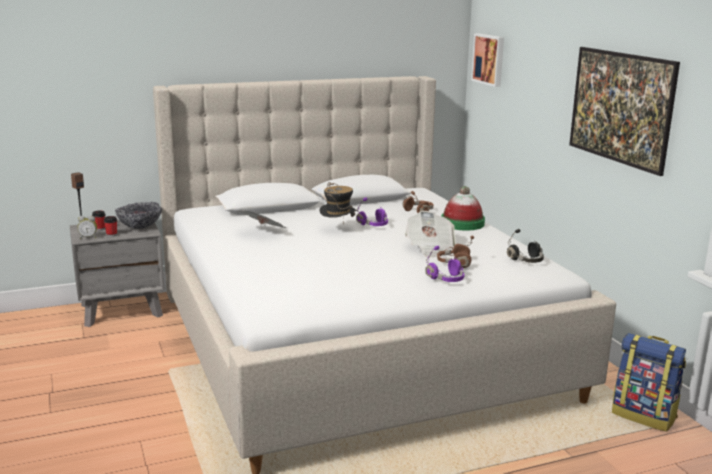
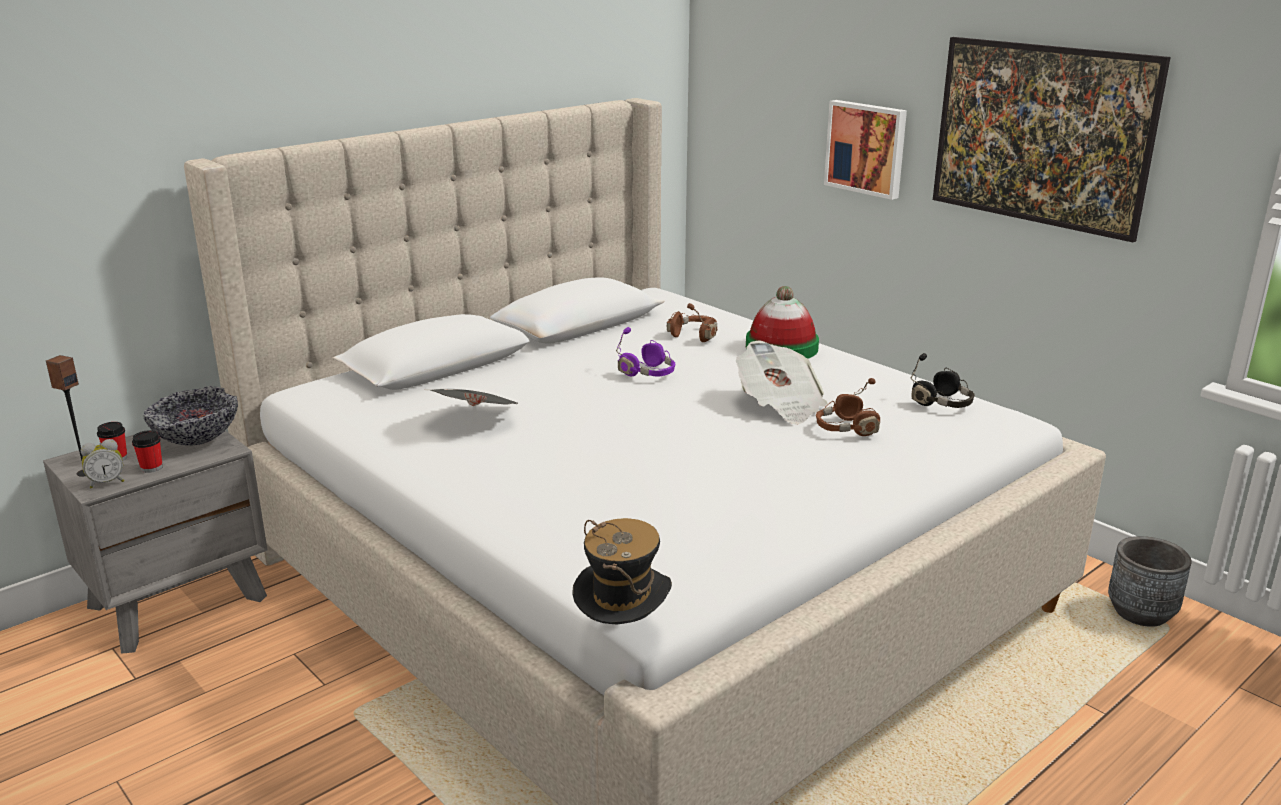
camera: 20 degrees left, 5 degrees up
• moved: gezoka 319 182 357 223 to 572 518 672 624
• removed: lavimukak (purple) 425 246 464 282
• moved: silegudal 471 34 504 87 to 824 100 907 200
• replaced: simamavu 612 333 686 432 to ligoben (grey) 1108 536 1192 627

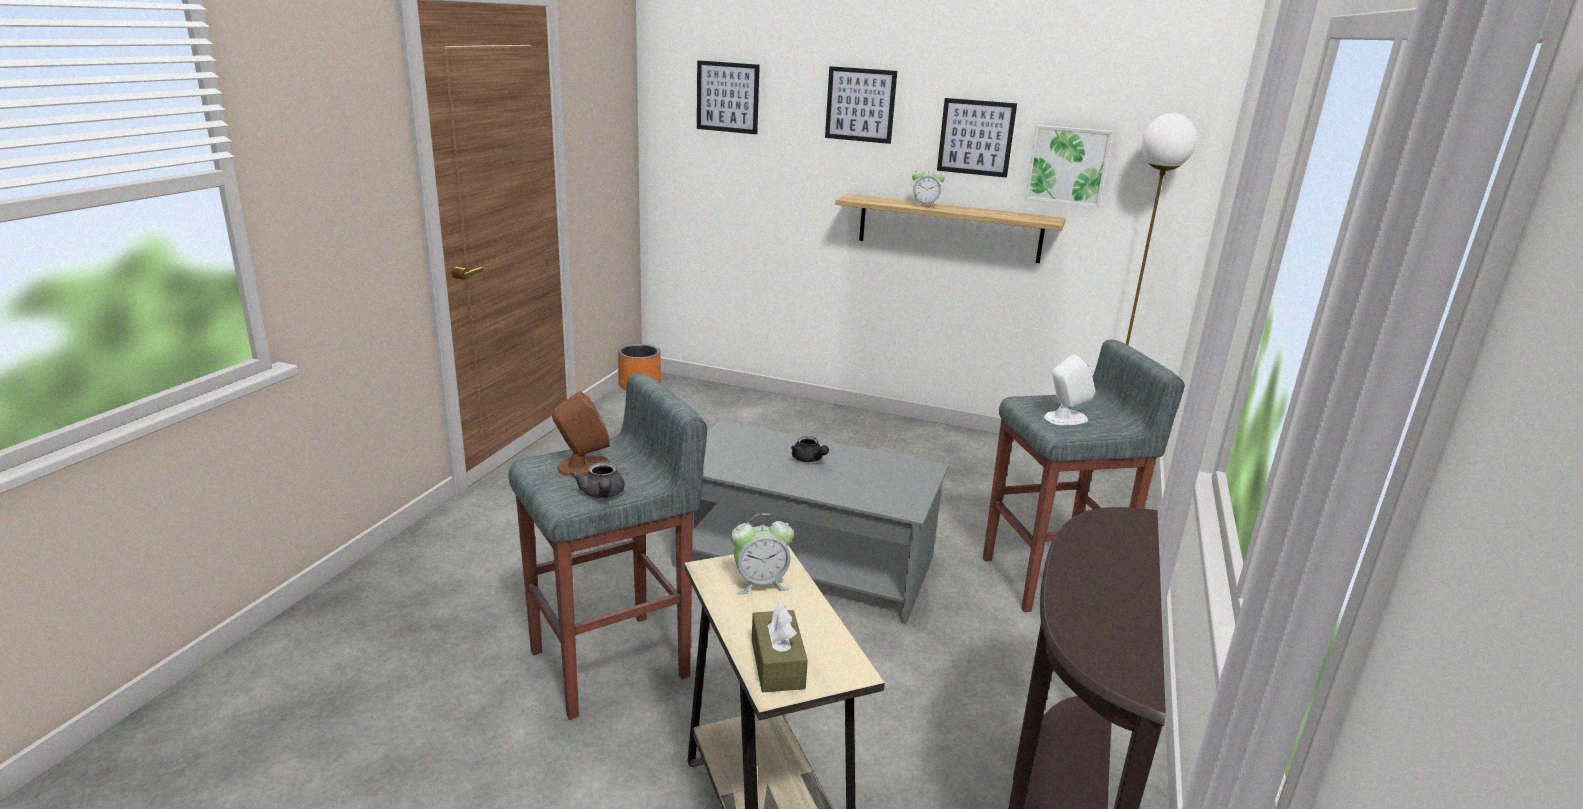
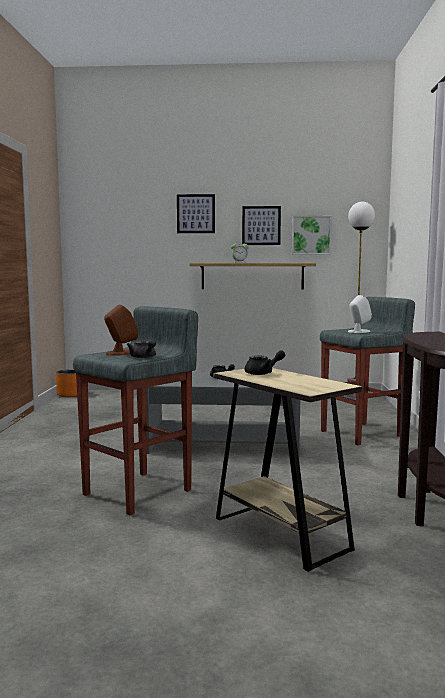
camera: 15 degrees left, 15 degrees down
• removed: silegudal 697 60 760 134
• replaced: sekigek 731 514 794 594 to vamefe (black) 245 350 285 375
• removed: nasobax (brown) 752 602 808 692

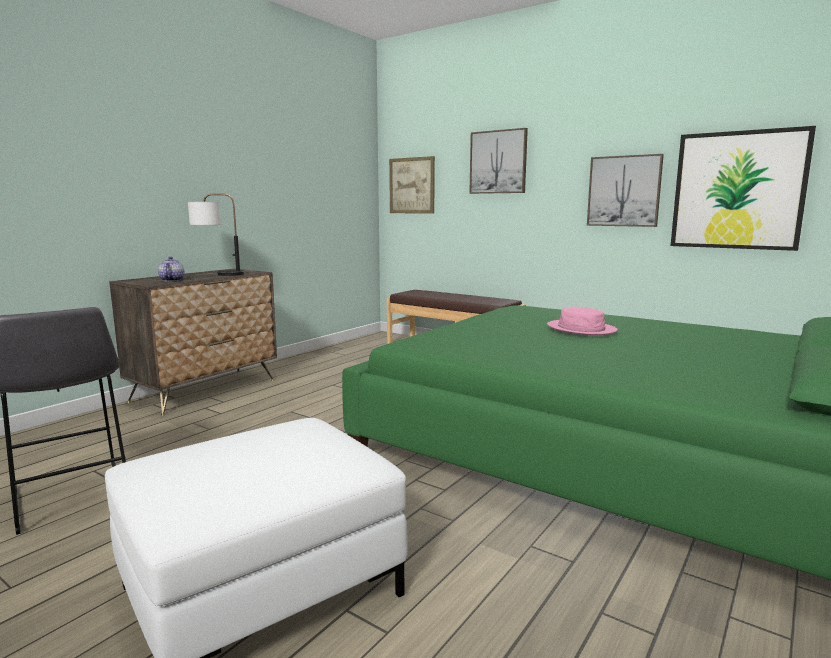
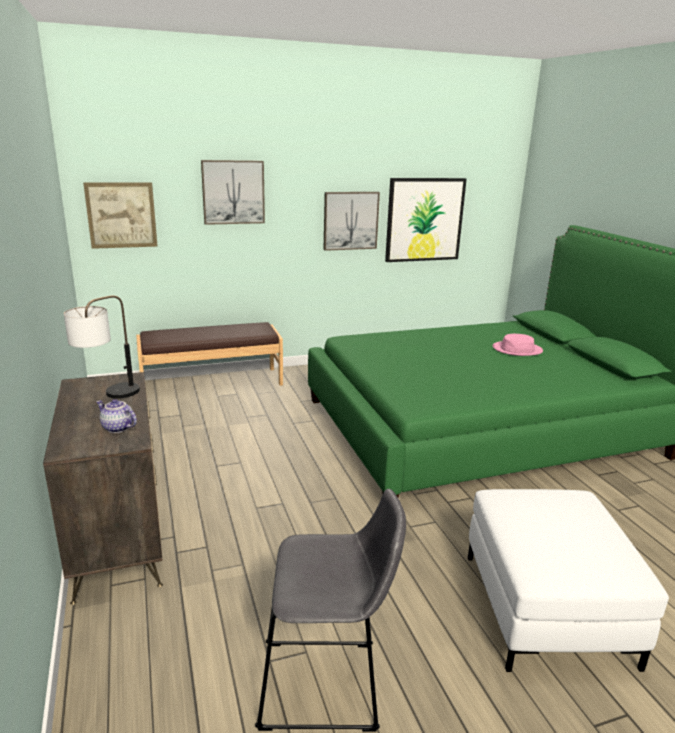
camera: 55 degrees left, 10 degrees up
• moved: gezoka (pink) 547 307 618 335 to 493 334 543 356

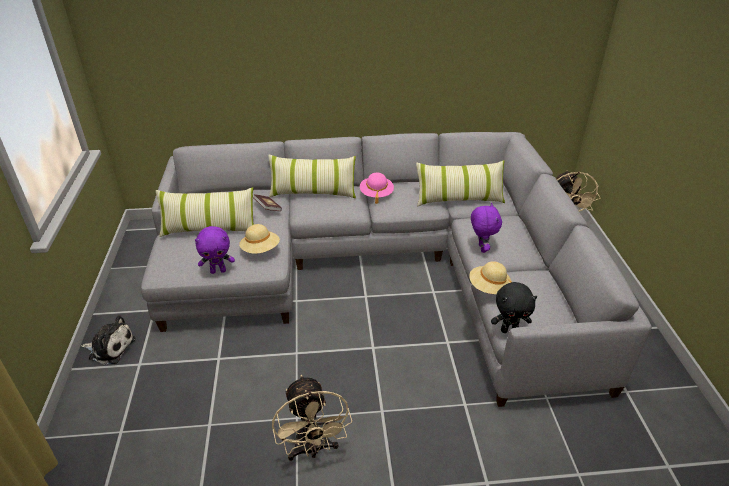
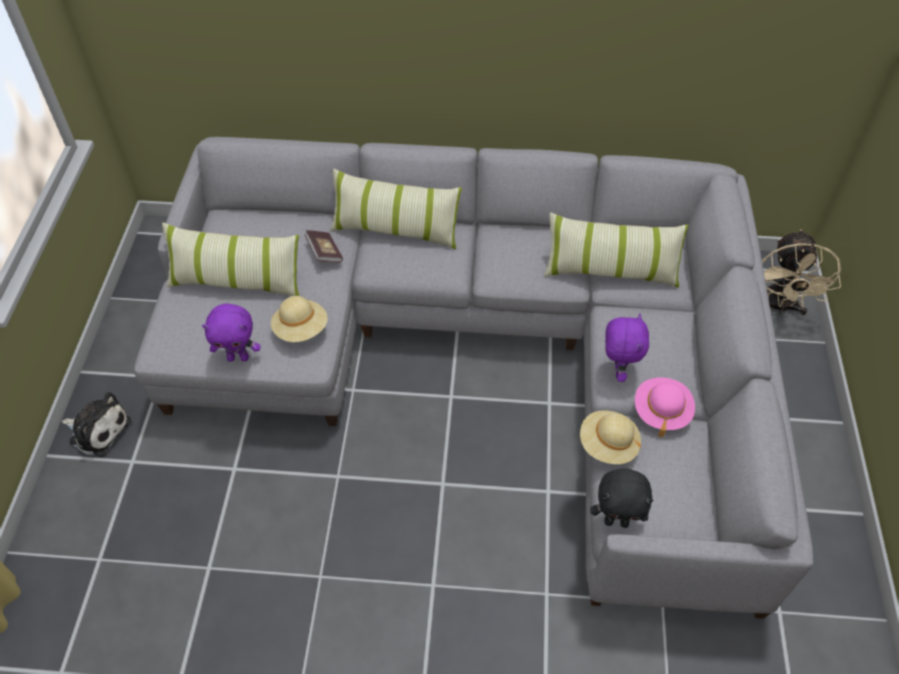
camera: 10 degrees right, 15 degrees up
• removed: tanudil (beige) 272 375 352 461
• moved: gezoka (pink) 360 173 394 204 to 635 378 695 437

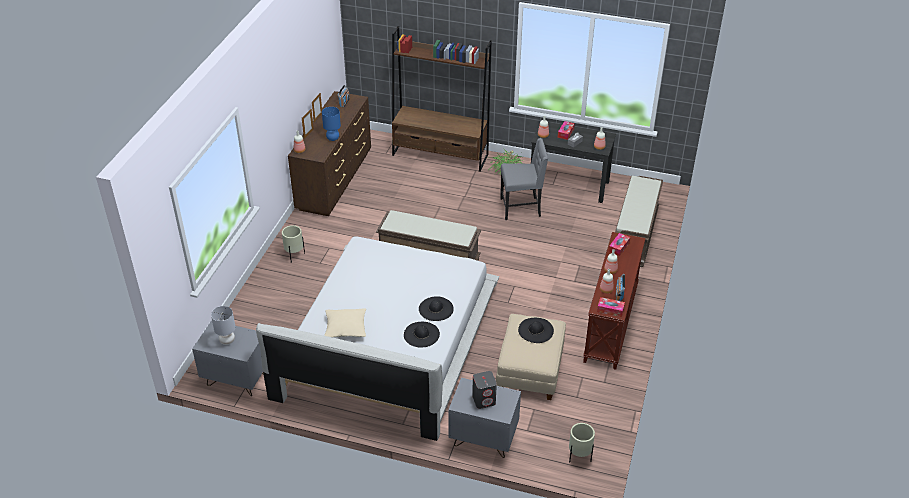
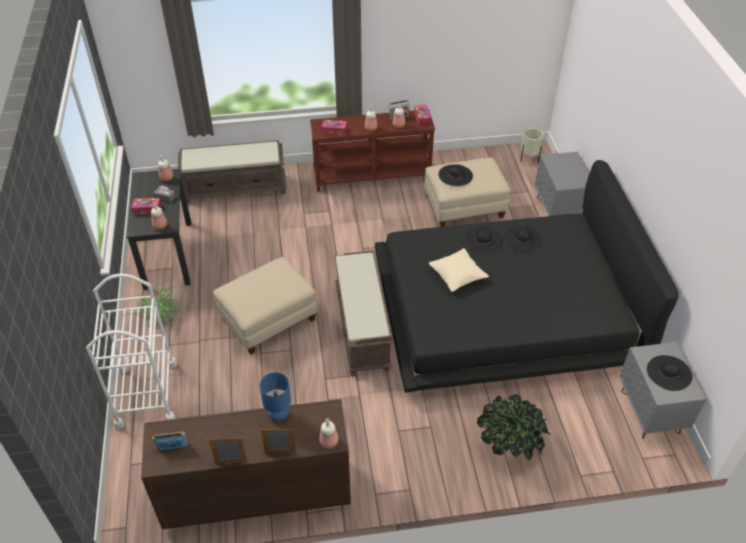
camera: 115 degrees left, 5 degrees up
• replaced: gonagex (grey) 211 306 236 345 to gezoka (black) 647 355 692 391
• recoloured: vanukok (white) 256 236 499 441 to vanukok (black) 375 160 679 393
• removed: ligoben (beige) 282 225 305 263
• moved: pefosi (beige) 324 308 366 337 to 429 248 489 292
• replaced: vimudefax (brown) 392 26 492 172 to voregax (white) 86 274 177 429
• removed: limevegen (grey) 472 371 497 409
• removed: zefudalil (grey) 500 138 548 220
• added: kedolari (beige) 213 257 317 354
• added: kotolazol 477 394 550 460

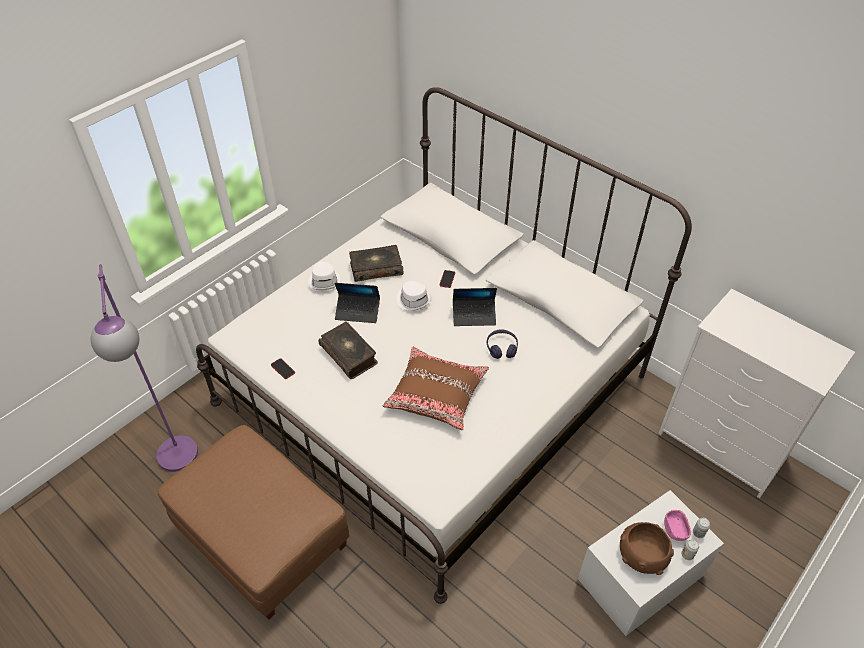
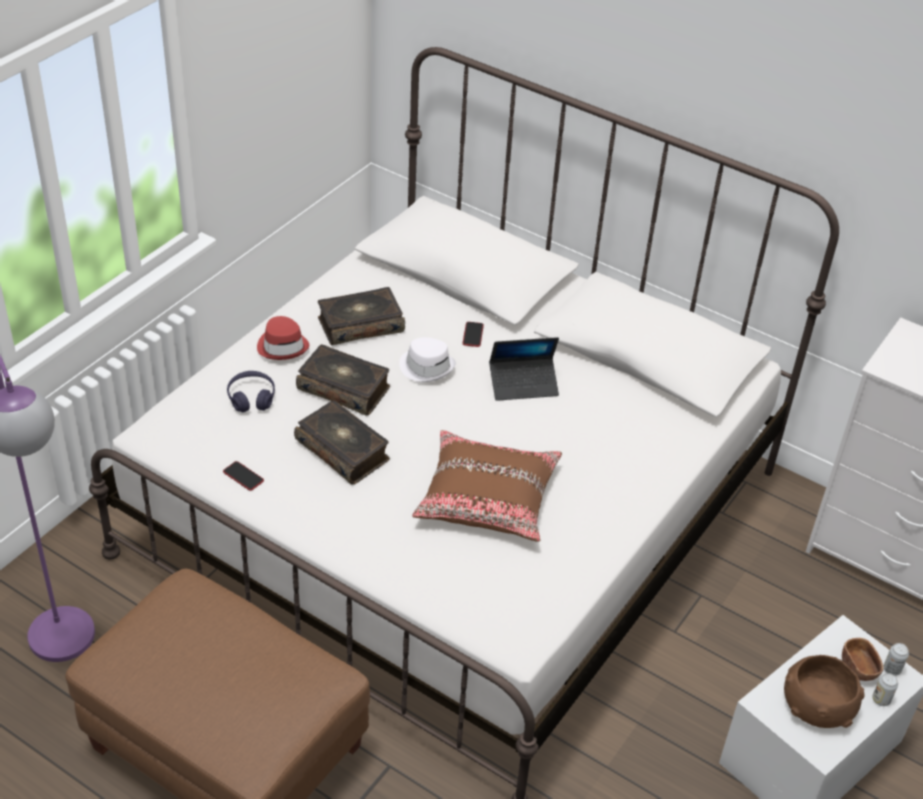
camera: 10 degrees left, 5 degrees down
• recoloured: gezoka (white) 308 262 341 290 to gezoka (red) 257 316 309 360
• replaced: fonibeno 335 283 380 323 to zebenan 296 344 390 416
• moved: lavimukak (purple) 486 329 518 359 to 227 371 275 413
• recoloured: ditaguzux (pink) 664 510 691 541 to ditaguzux (brown) 842 638 883 681

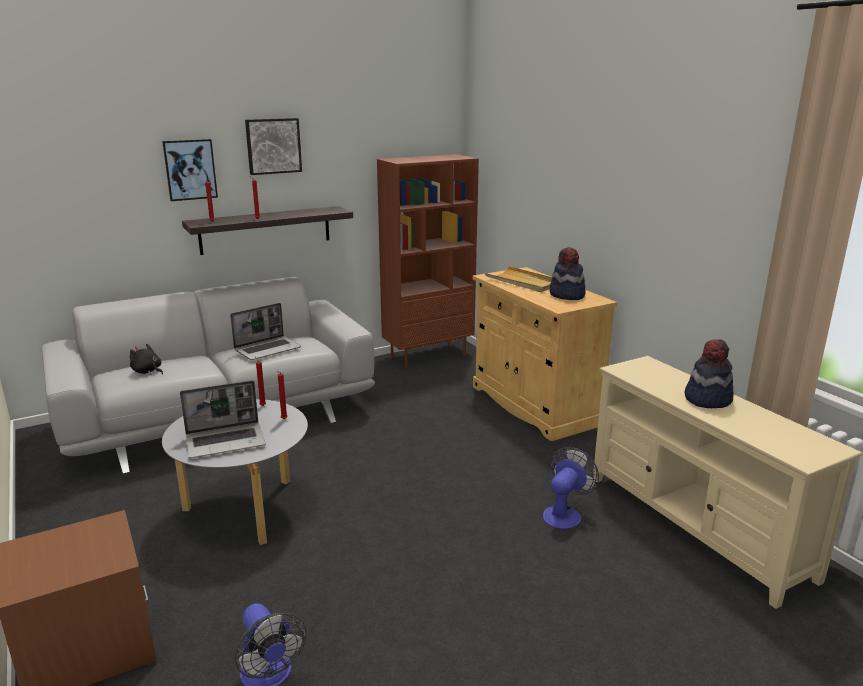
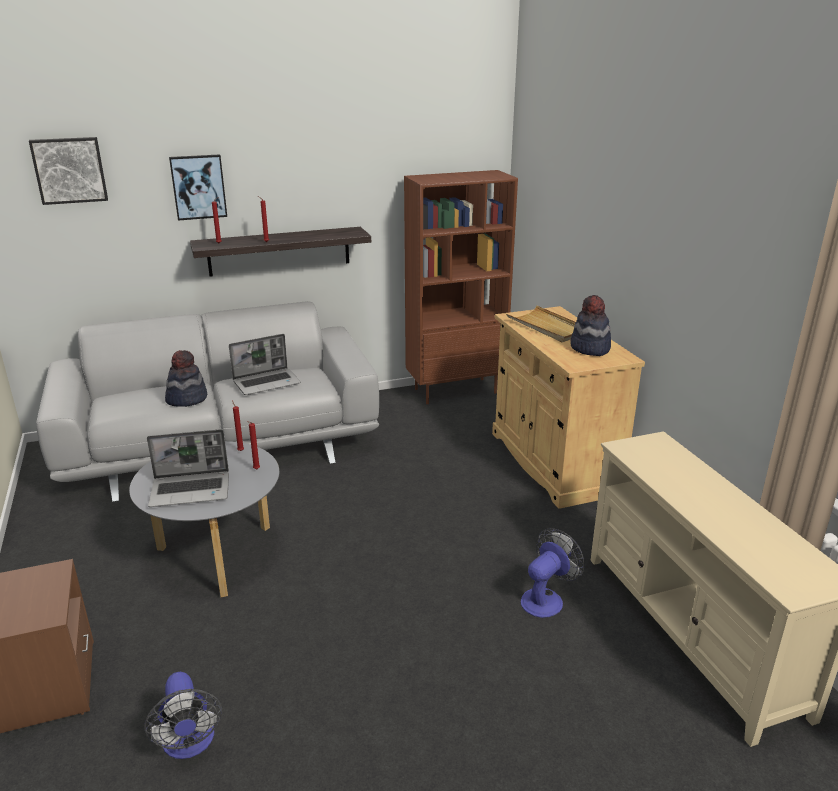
camera: 10 degrees right, 5 degrees up
• removed: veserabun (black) 130 344 163 375
• moved: silegudal 245 118 302 175 to 29 137 108 205
• moved: gezoka 685 339 734 408 to 165 350 207 407

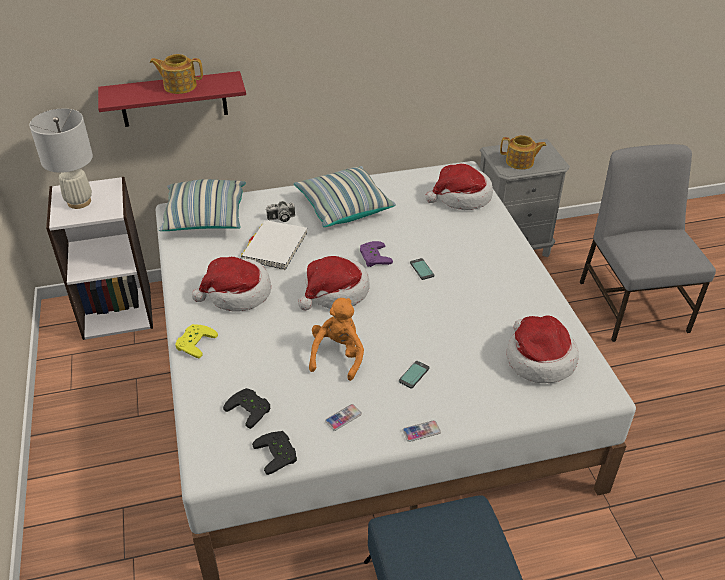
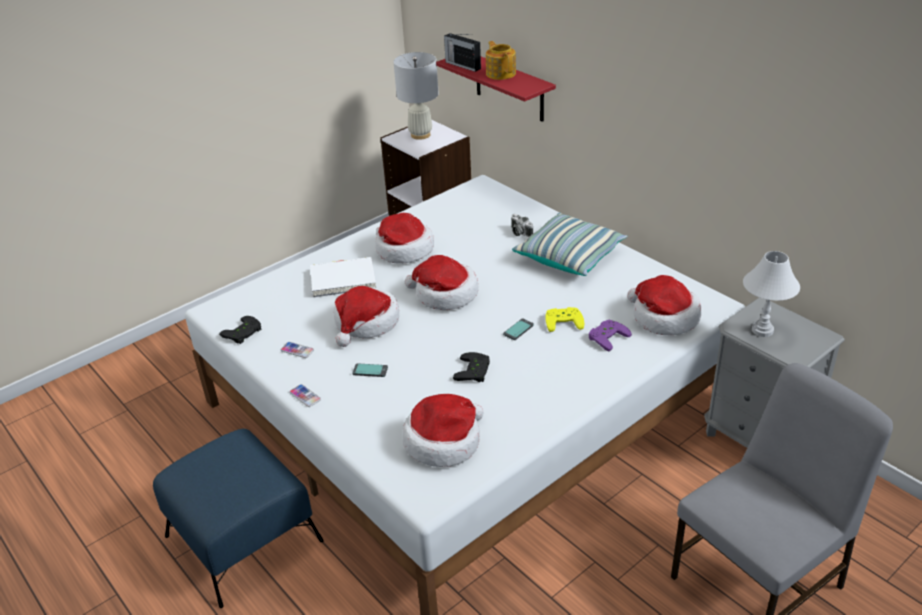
camera: 65 degrees right, 5 degrees down
• removed: pefosi 159 179 246 231
• moved: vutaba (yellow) 175 324 218 358 to 545 307 584 332
• moved: vutaba (black) 223 388 271 429 to 453 352 490 382
• moved: zebenan (white) 241 220 307 270 to 310 257 376 297
• replaced: veserabun (orange) 309 298 364 381 to gezoka 334 286 399 347
• moved: vutaba (purple) 360 241 393 267 to 589 320 632 351
• replaced: vamefe 500 135 546 170 to gonagex (white) 743 251 800 337
• added: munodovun 444 33 481 72

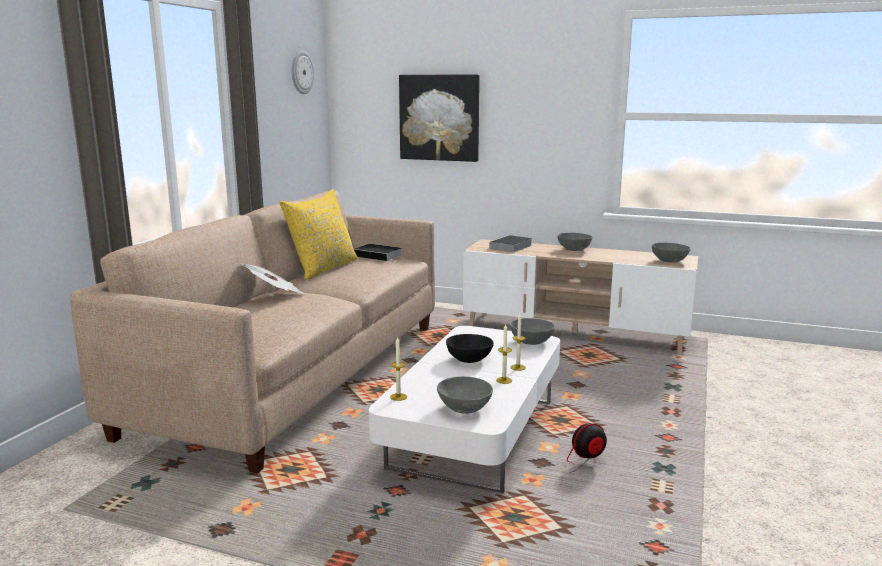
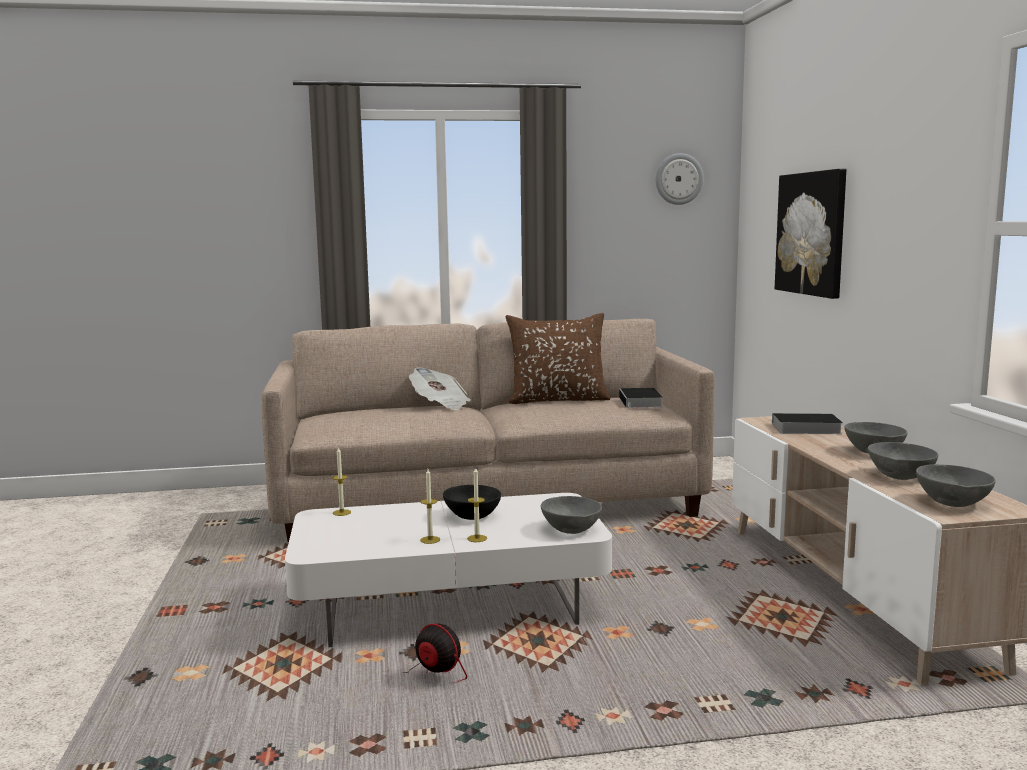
camera: 60 degrees right, 5 degrees down
• recoloured: pefosi (yellow) 279 189 358 280 to pefosi (brown) 505 313 610 404
• moved: ditaguzux (grey) 437 377 493 414 to 868 442 938 480

